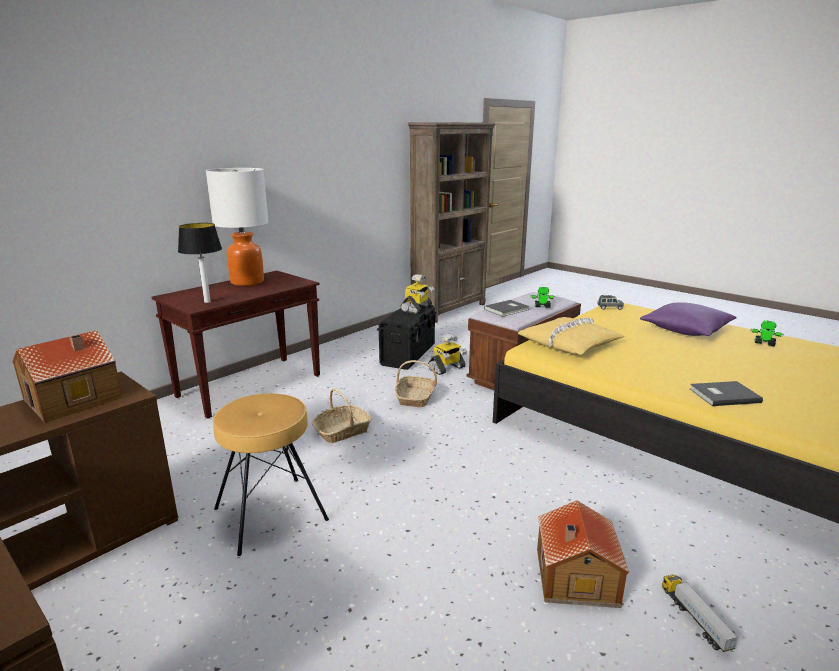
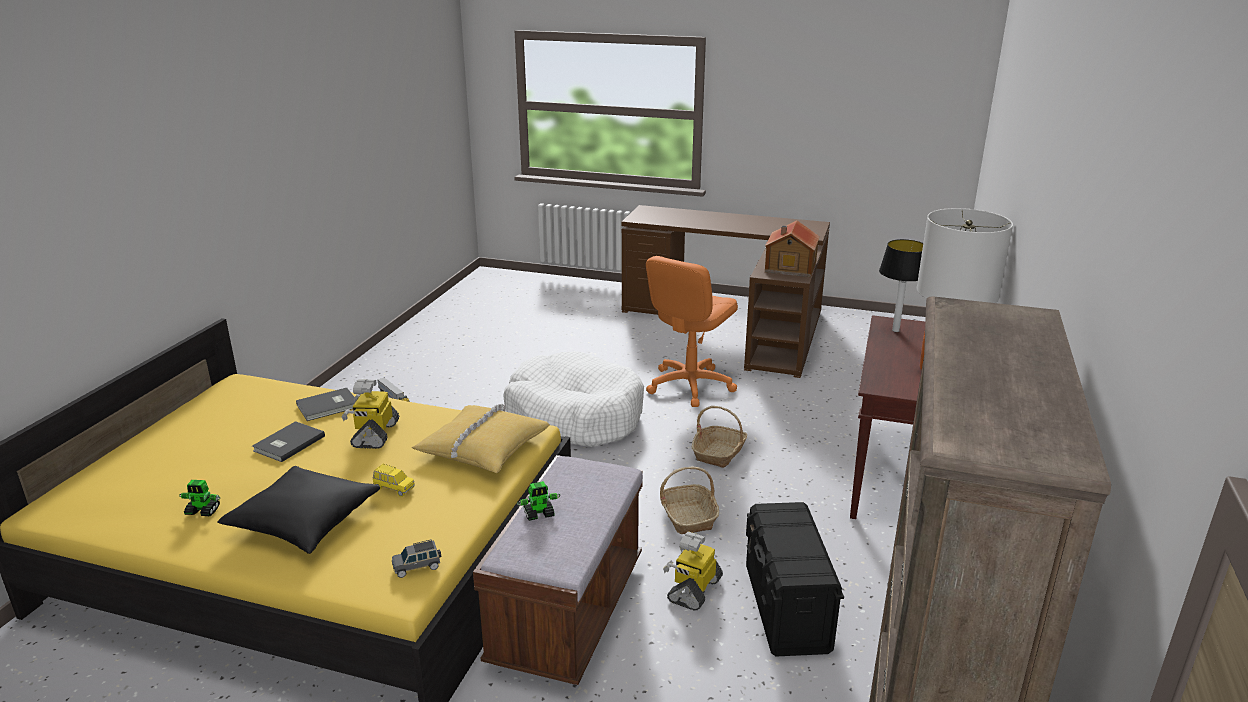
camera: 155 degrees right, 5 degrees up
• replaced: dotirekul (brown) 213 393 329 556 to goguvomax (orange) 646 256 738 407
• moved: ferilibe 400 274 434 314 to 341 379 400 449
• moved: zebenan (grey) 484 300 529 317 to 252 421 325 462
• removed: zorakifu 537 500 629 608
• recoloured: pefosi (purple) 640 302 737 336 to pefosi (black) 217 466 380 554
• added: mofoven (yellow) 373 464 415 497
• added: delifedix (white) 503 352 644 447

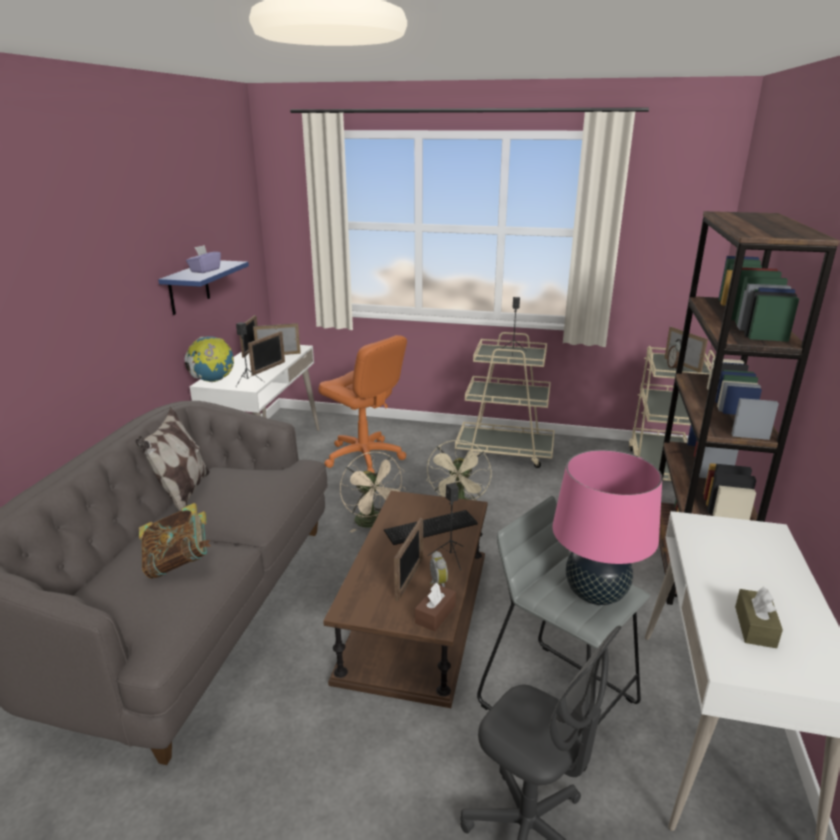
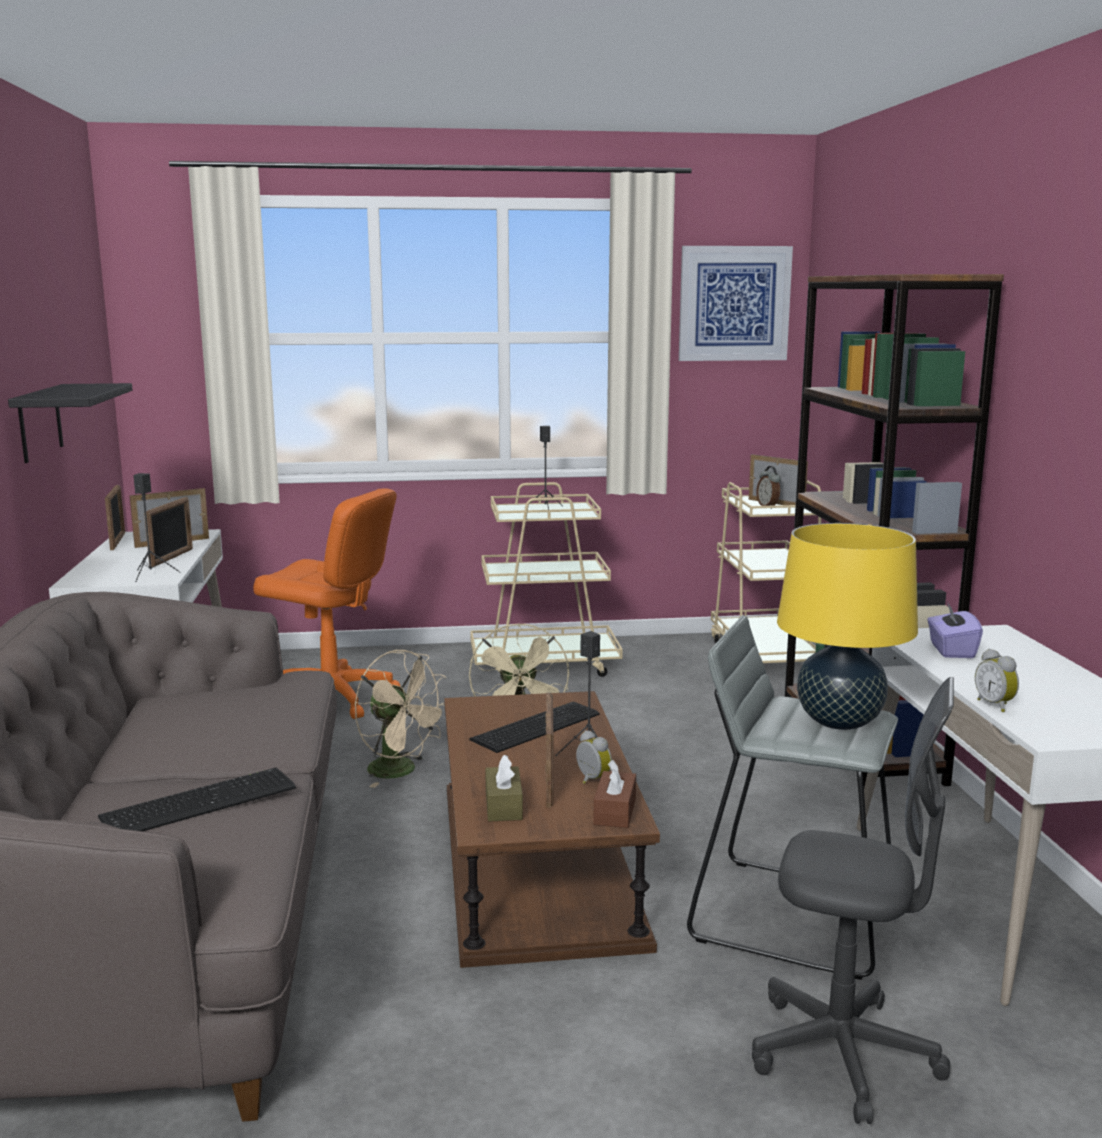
camera: 20 degrees left, 10 degrees down
• removed: pefosi 135 407 209 511
• replaced: zebenan 139 503 211 579 to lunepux 98 767 296 831
• recoloured: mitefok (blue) 158 260 249 315 to mitefok (black) 8 383 133 463
• removed: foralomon 184 336 234 382
• moved: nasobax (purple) 186 245 221 273 to 927 602 983 658
• recoloured: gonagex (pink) 552 450 662 605 to gonagex (yellow) 777 523 918 730
• moved: nasobax (brown) 735 586 783 648 to 485 755 523 821
• added: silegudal 679 246 793 361
• added: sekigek 975 649 1019 712

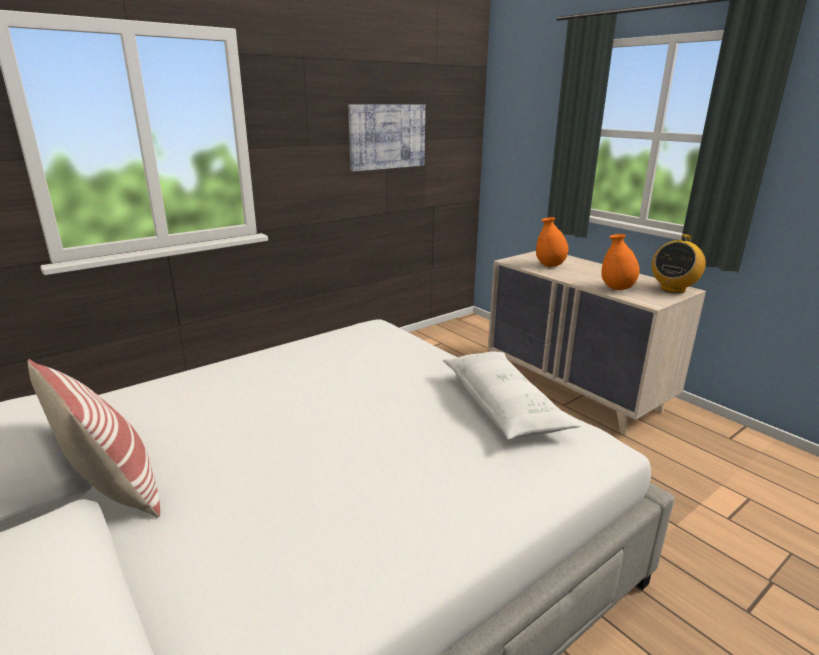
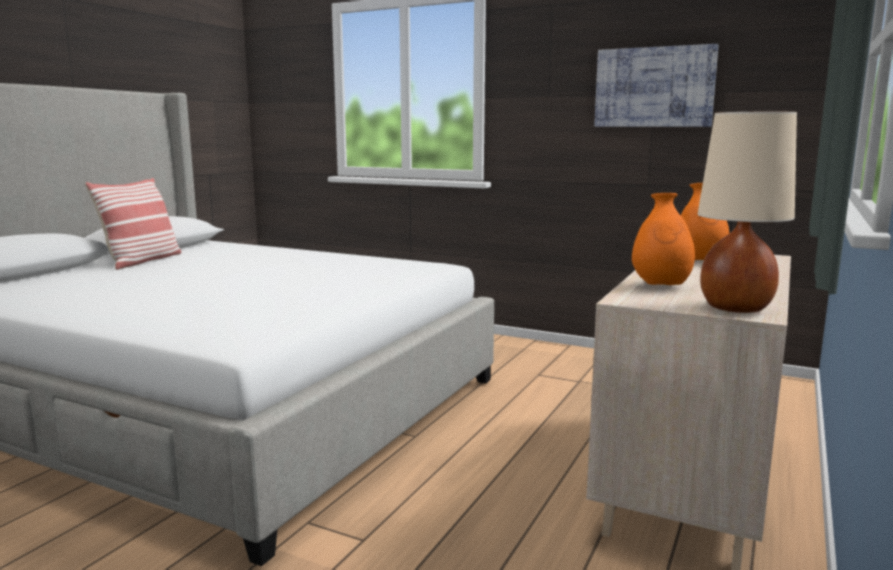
camera: 65 degrees right, 10 degrees down
• removed: pefosi (white) 443 351 581 440
• replaced: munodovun 652 234 706 293 to gonagex (beige) 698 112 797 313

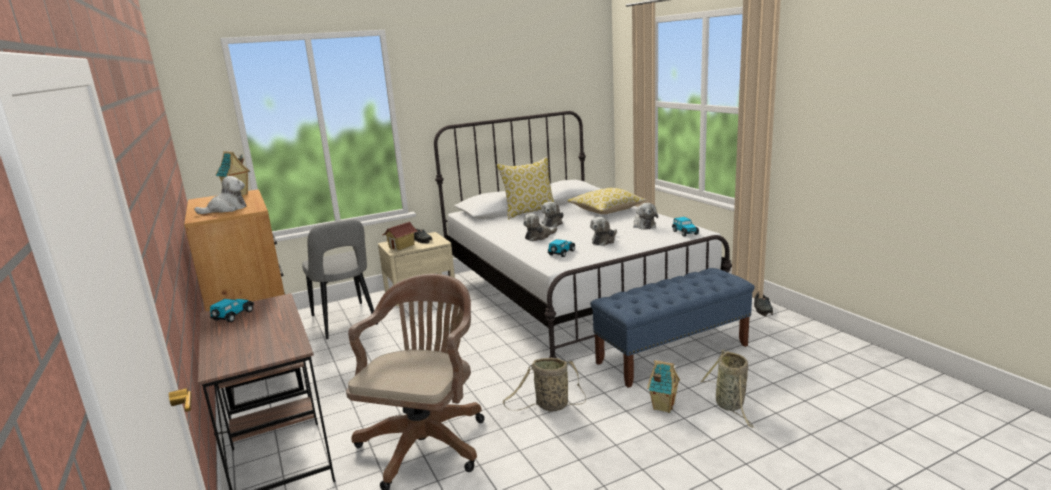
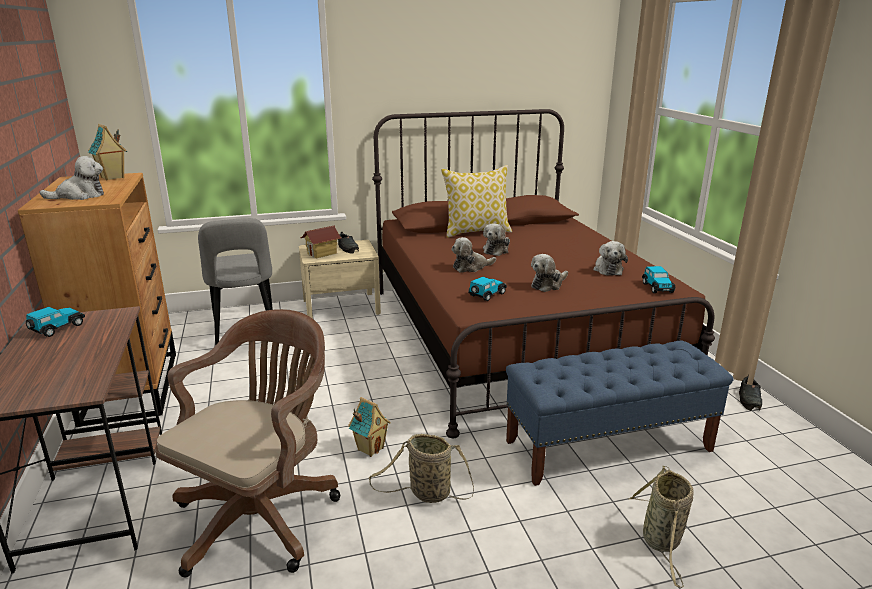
camera: 10 degrees right, 5 degrees up
• recoloured: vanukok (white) 434 111 732 358 to vanukok (brown) 372 109 715 438
• removed: pefosi 567 188 647 214
• moved: zorakifu 647 360 680 413 to 348 397 391 457

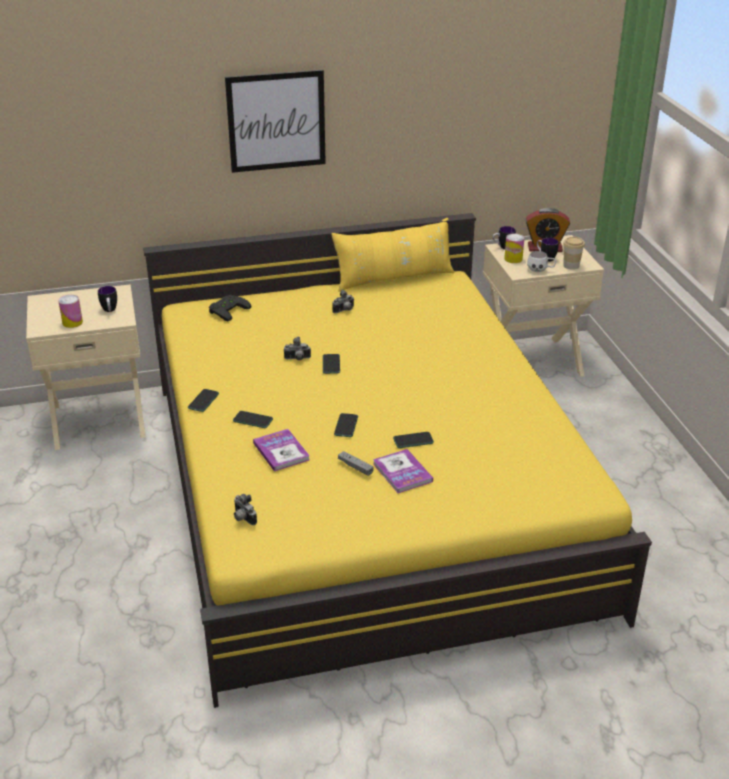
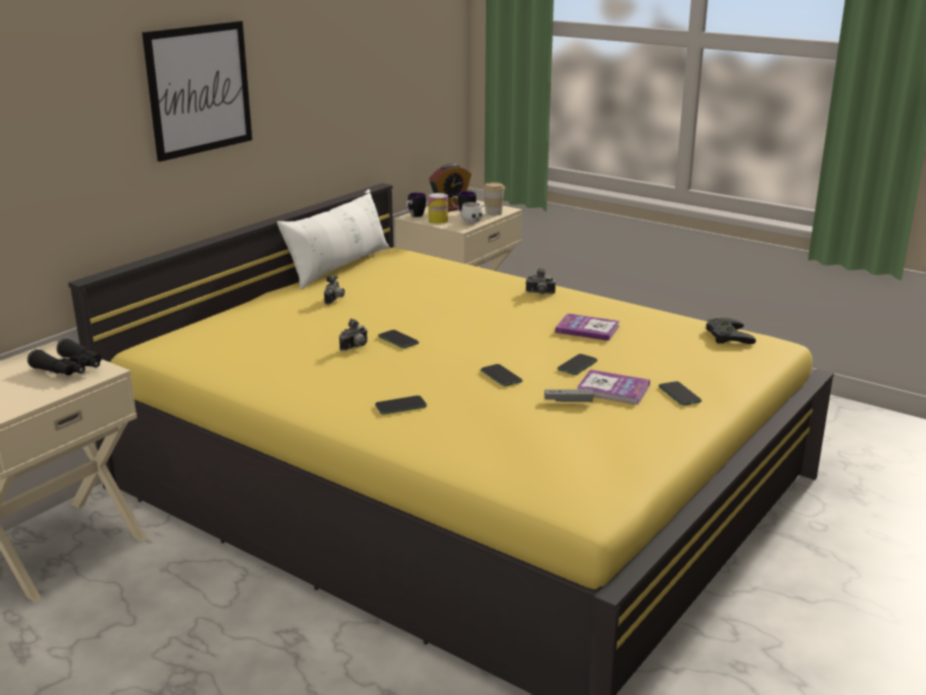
camera: 40 degrees left, 10 degrees down
• removed: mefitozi 58 295 83 328
• replaced: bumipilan 98 286 117 312 to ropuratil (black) 27 339 102 376
• moved: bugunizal 188 389 219 412 to 659 381 702 406
• moved: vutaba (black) 209 295 252 321 to 706 318 756 344
• moved: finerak 234 494 257 525 to 526 268 556 294
• moved: zebenan 253 429 310 471 to 555 313 619 341
• recoloured: pefosi (yellow) 331 218 454 292 to pefosi (white) 277 189 390 290

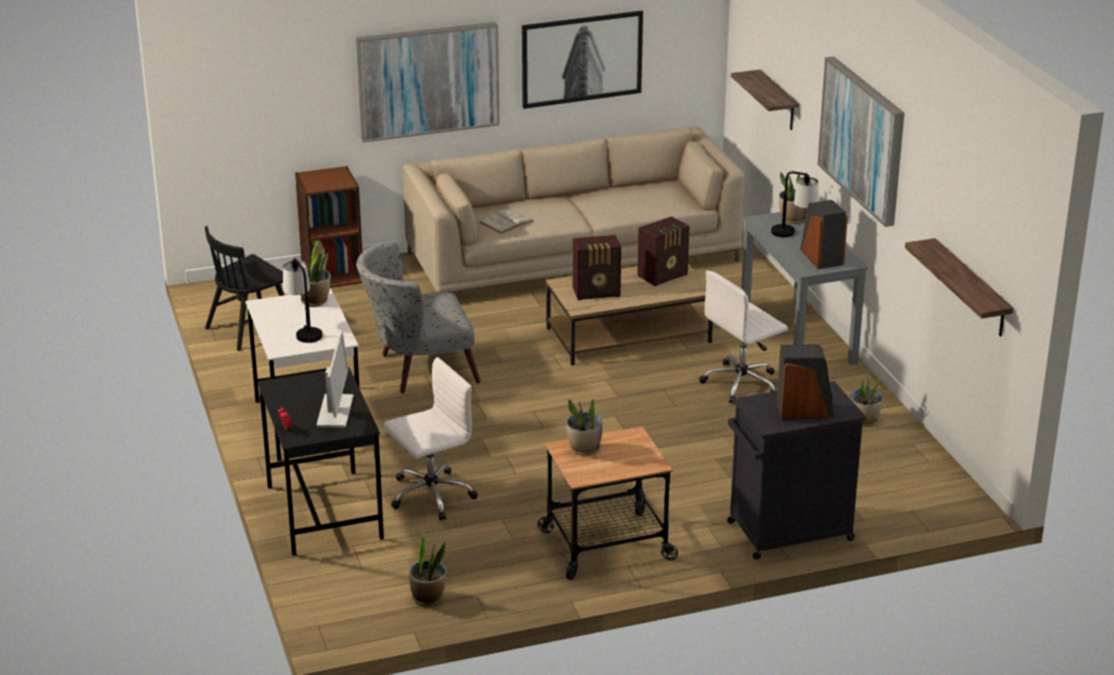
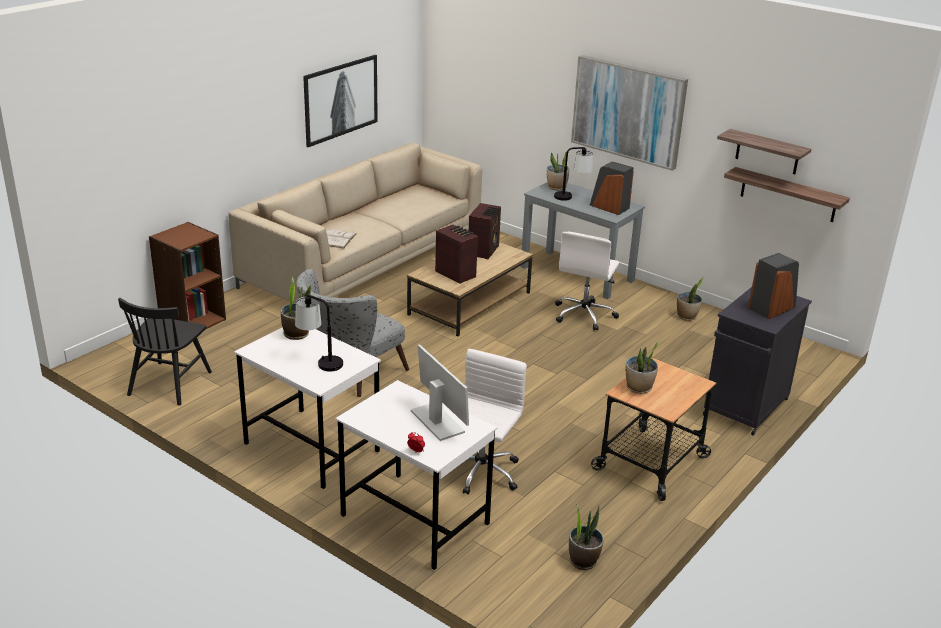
camera: 35 degrees left, 0 degrees up
• recoloured: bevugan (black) 257 367 384 556 to bevugan (white) 335 380 497 570
• removed: silegudal 356 22 500 143
• turned: munodovun 573 235 621 300 = 435 225 478 284 90 degrees counterclockwise
• moved: mitefok 731 70 799 130 to 717 129 811 174

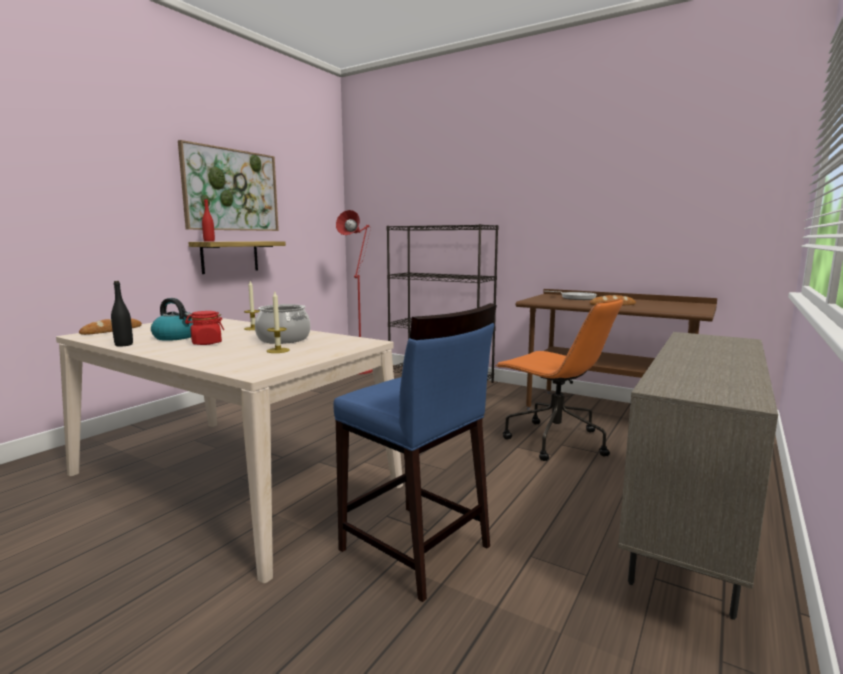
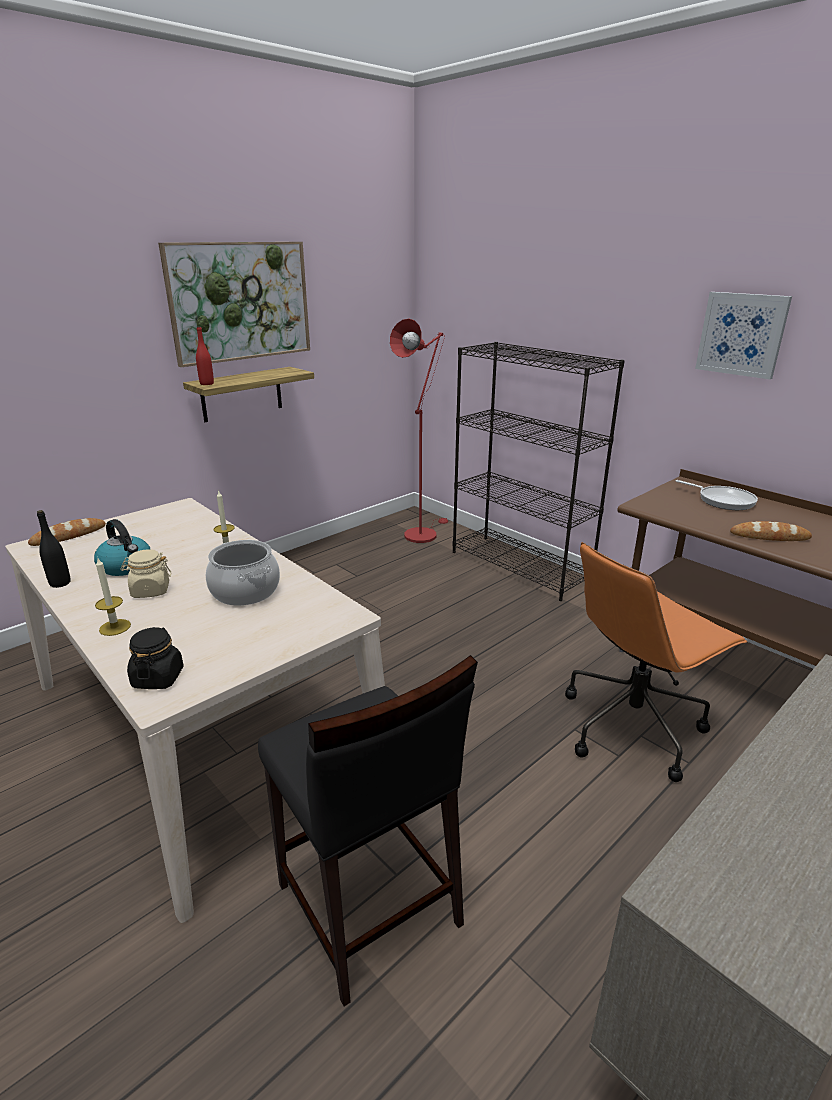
camera: 15 degrees right, 15 degrees up
• recoloured: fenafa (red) 185 311 224 345 to fenafa (beige) 120 549 171 598
• moved: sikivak 267 292 290 353 to 95 558 131 636
• recoloured: dotirekul (blue) 333 303 497 602 to dotirekul (black) 258 655 478 1007
• turned: goguvomax (orange) 496 298 623 461 = 565 542 747 782 90 degrees clockwise
• added: fenafa (black) 127 627 184 689
• added: silegudal 695 292 792 379

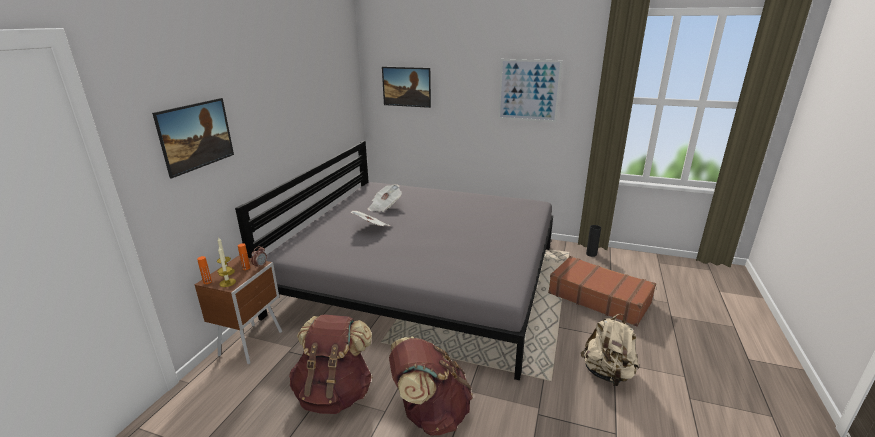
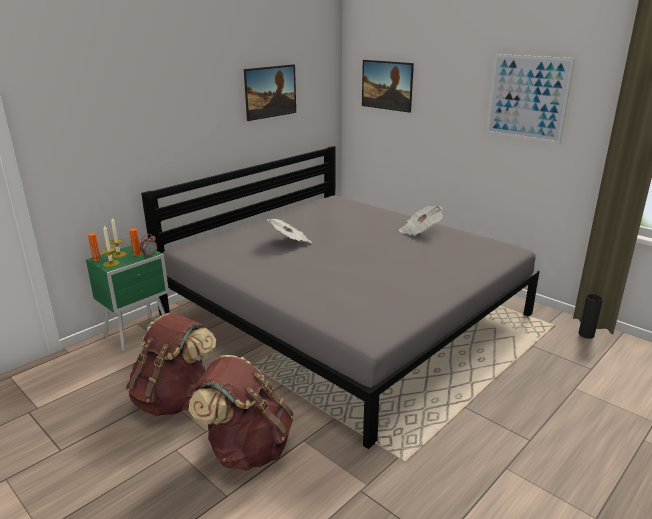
camera: 25 degrees right, 0 degrees up
• moved: silegudal 152 98 234 179 to 244 64 296 121
• recoloured: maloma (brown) 195 256 282 364 to maloma (green) 86 243 169 351
• moved: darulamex 368 184 402 212 to 399 206 443 236
• removed: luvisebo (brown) 548 256 656 327
• removed: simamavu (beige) 581 314 639 386

